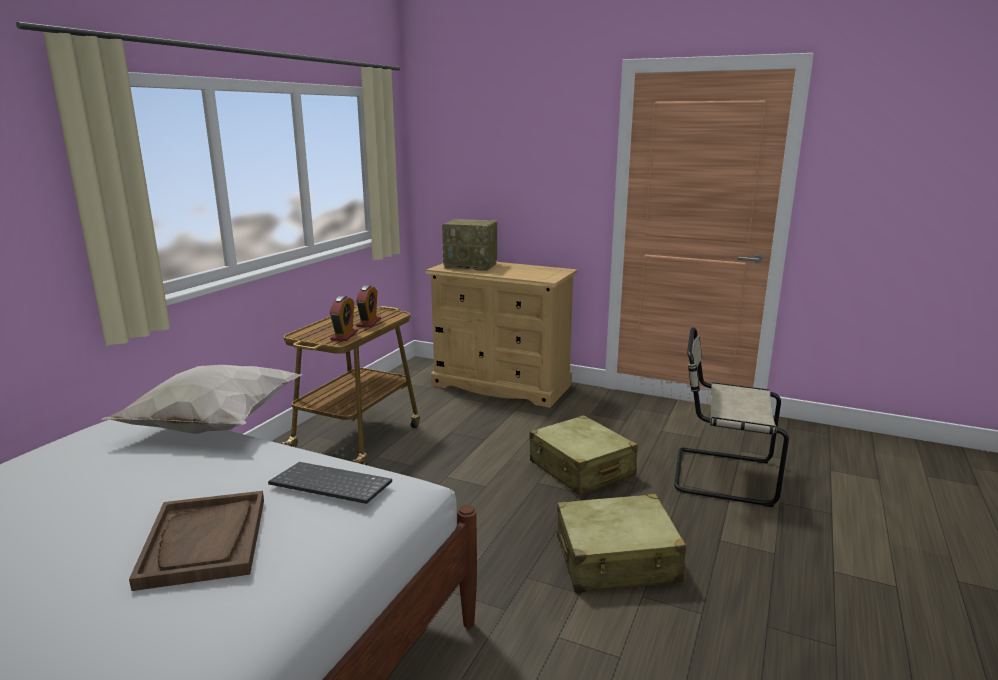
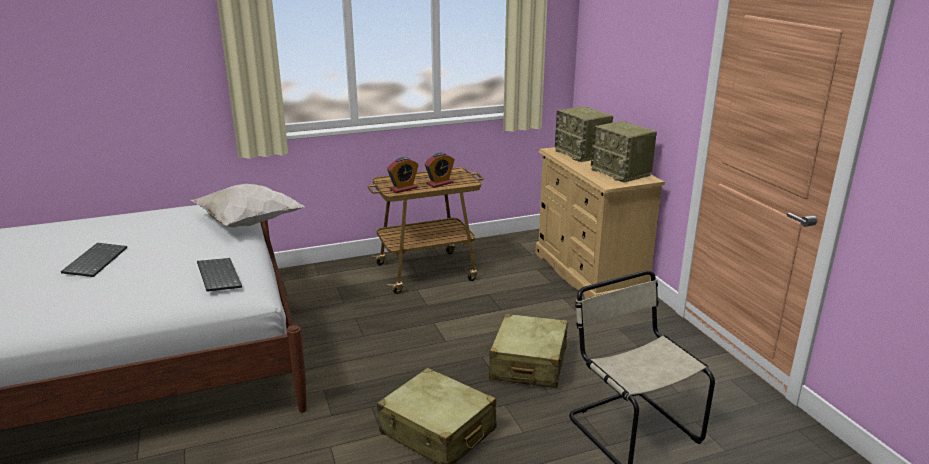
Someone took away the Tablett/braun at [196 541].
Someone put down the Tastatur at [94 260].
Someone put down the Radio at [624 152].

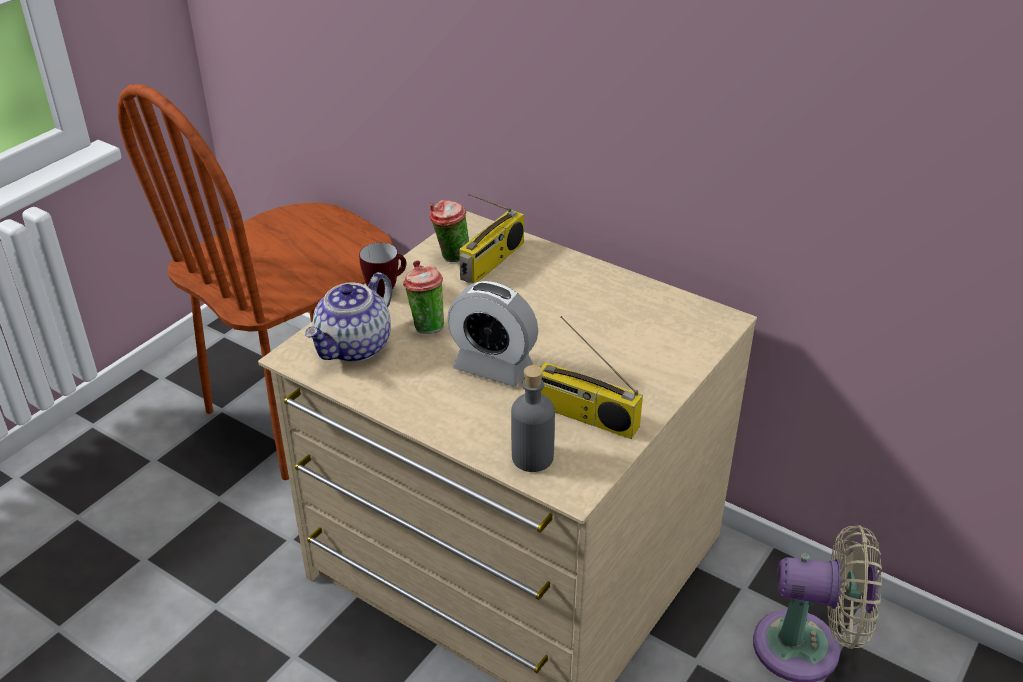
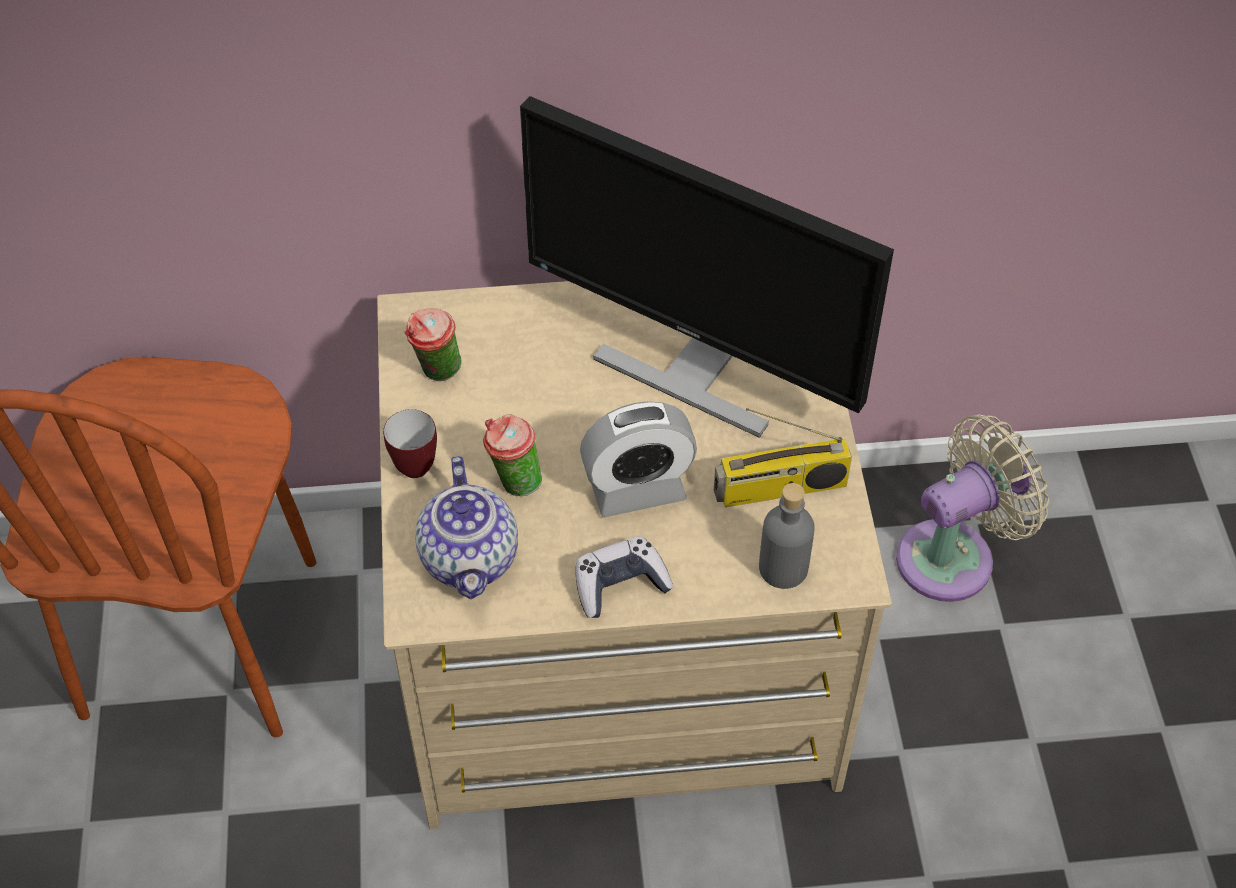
Someone took away the Radio at [491 239].
Someone put down the Monitor at [707 267].
Someone put down the Gamepad at [624 577].

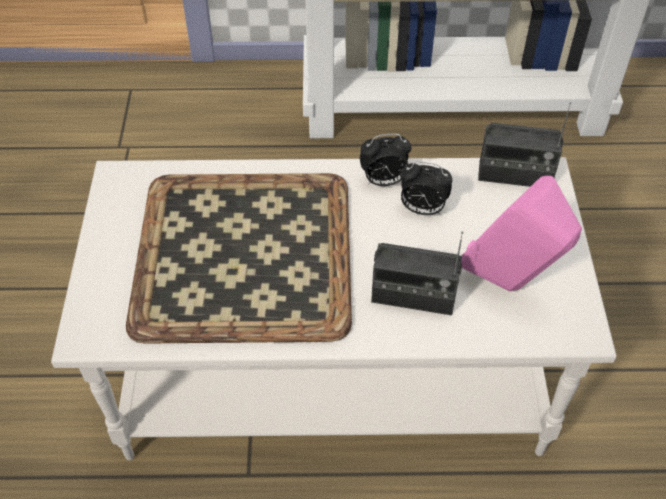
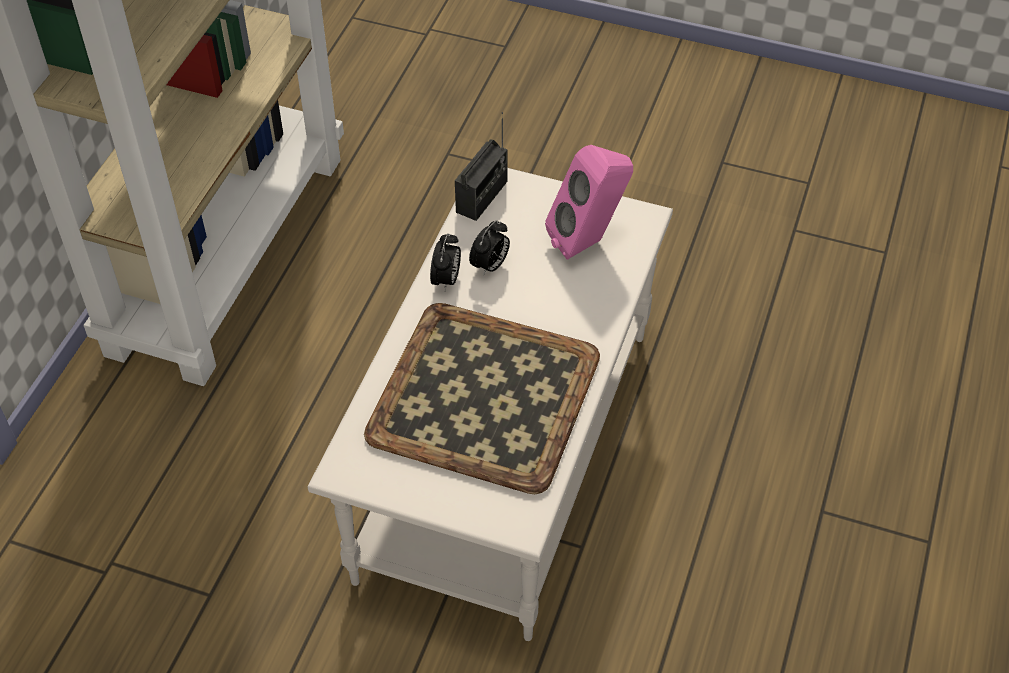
Someone took away the Radio at [417 273].

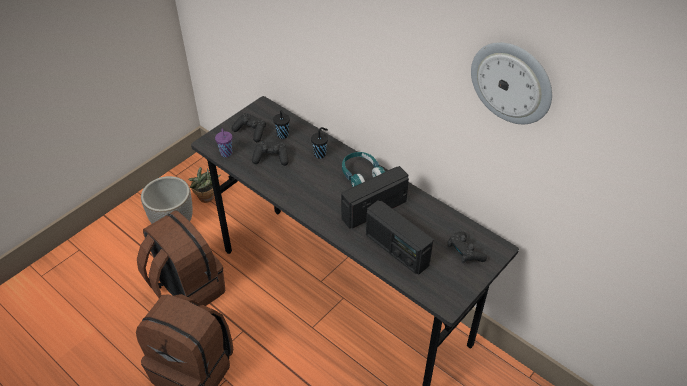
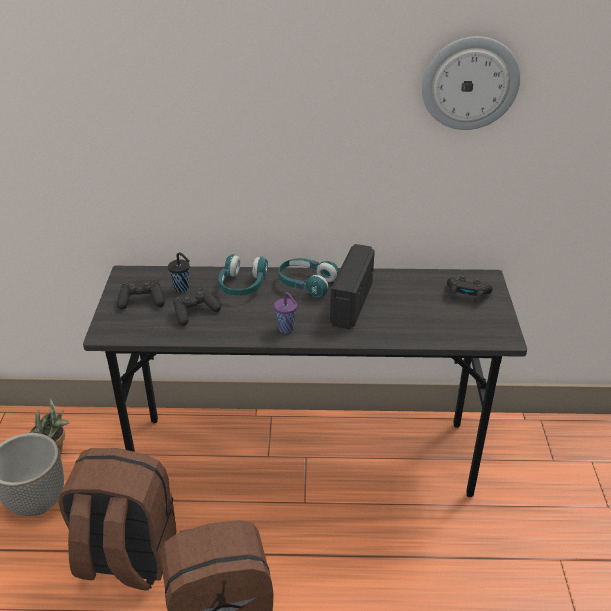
Someone carried the Tasse/lila from [223 142] to [285 312].
Someone swapped the Tasse/schwarz at [319 143] for the Kopfhörer/türkis at [243 275].
Someone took away the Radio at [399 237].

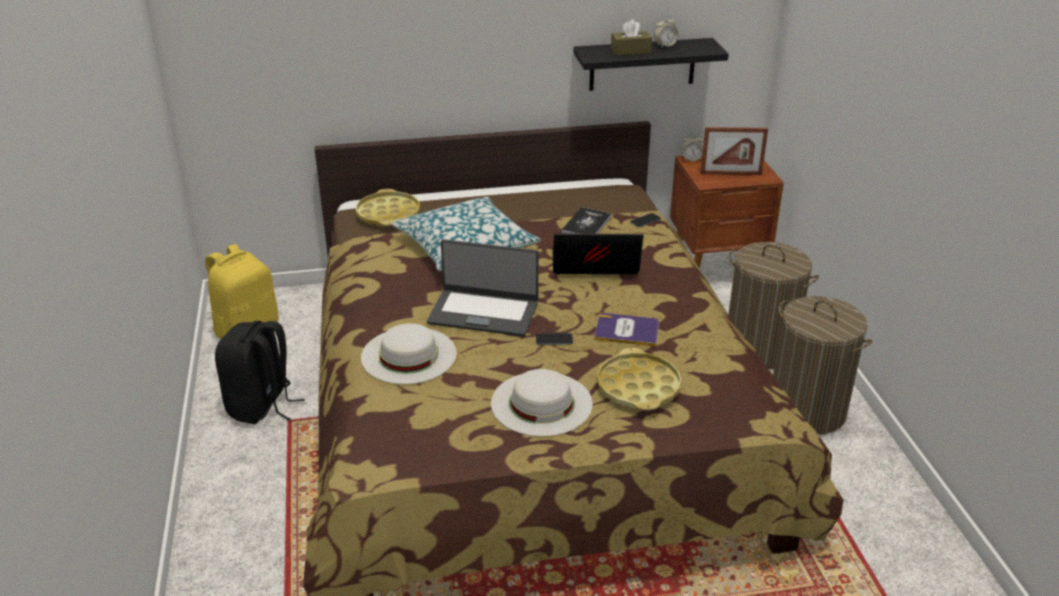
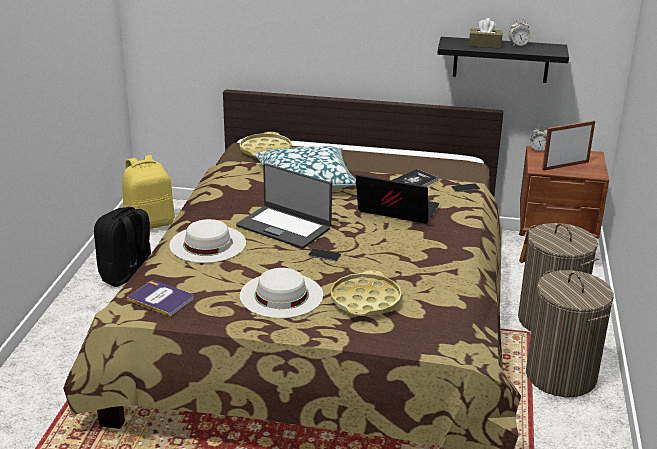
Someone carried the Buch from [626 330] to [160 298].
Someone rotated the Bilderrahmen at [734 151] by 135 degrees clockwise.

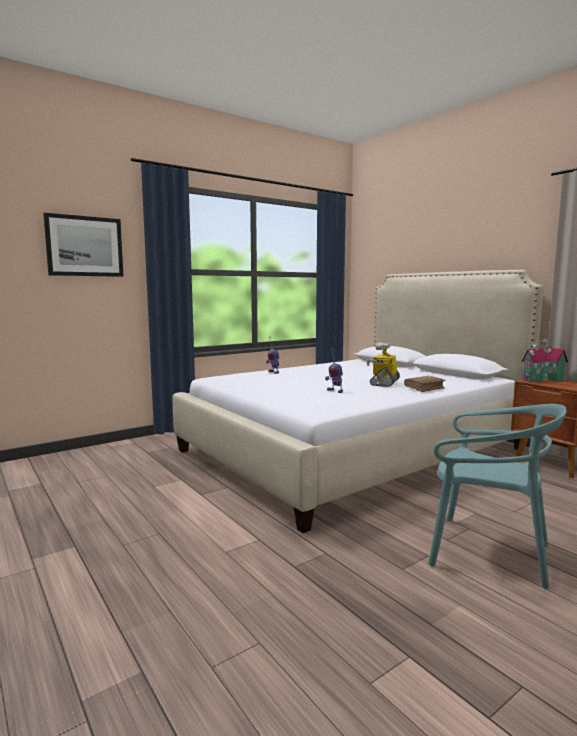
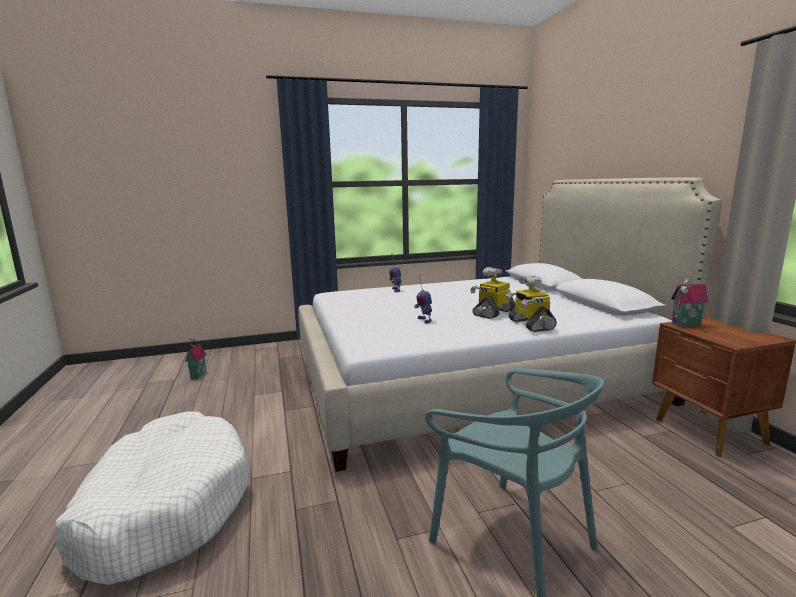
Someone took away the Bild at [83 245].
Someone swapped the Buch/braun at [425 384] for the Spielzeugroboter at [531 304].
Someone carried the Spielzeughaus from [554 360] to [196 358].
Someone put down the Hundebett/weiß at [152 498].

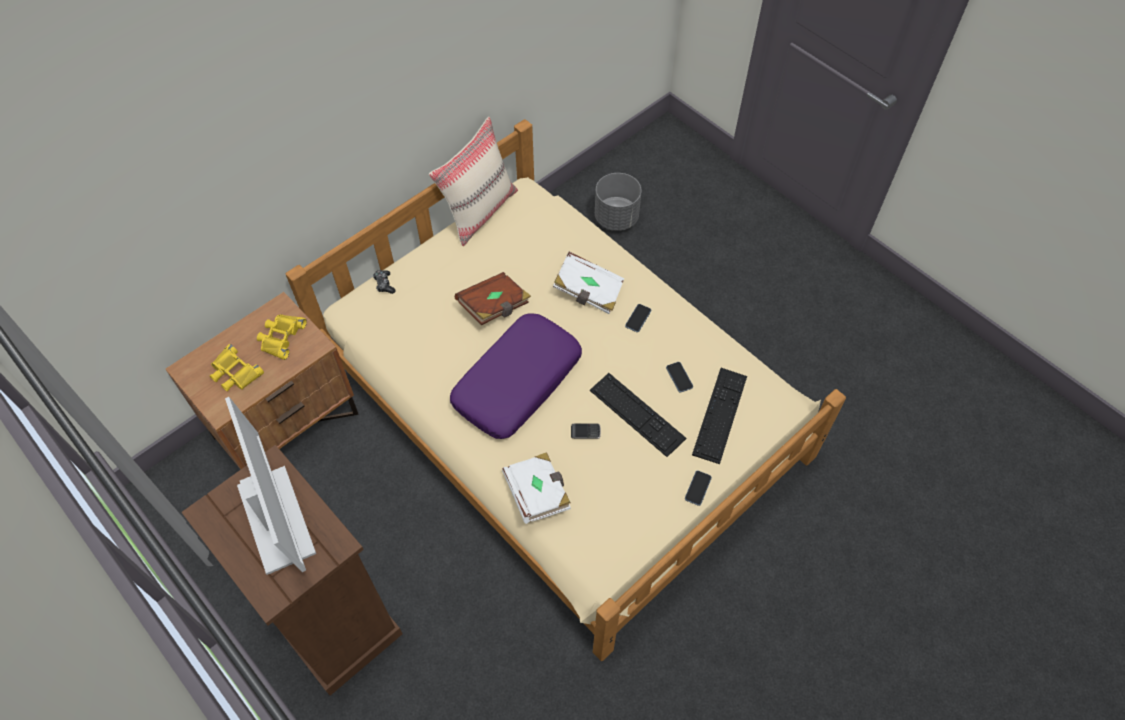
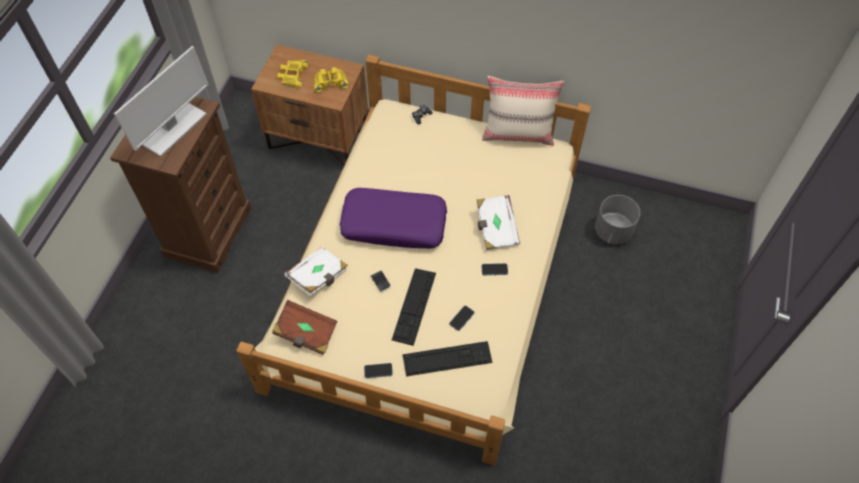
Someone carried the Buch/braun from [493 298] to [304 327].

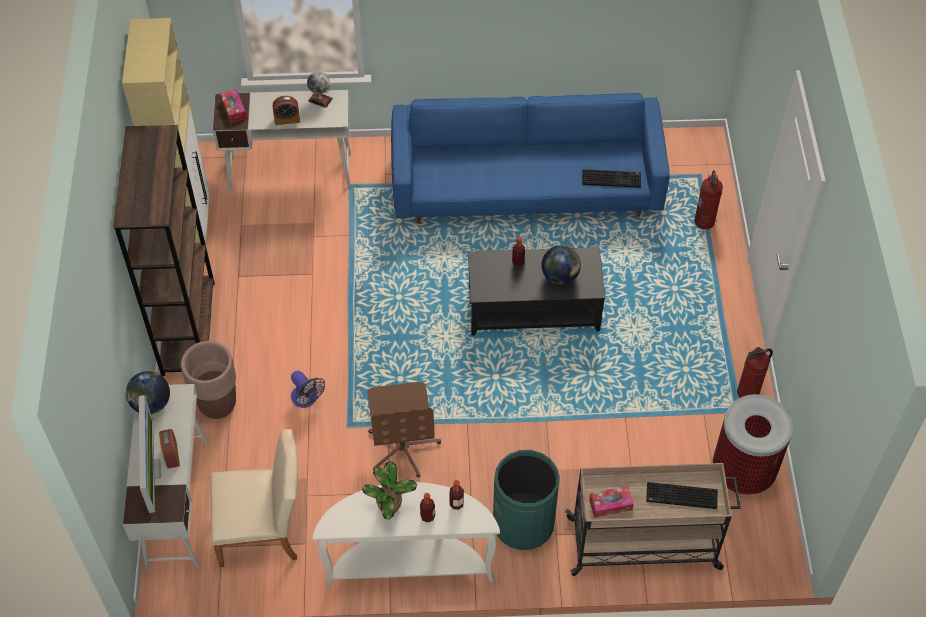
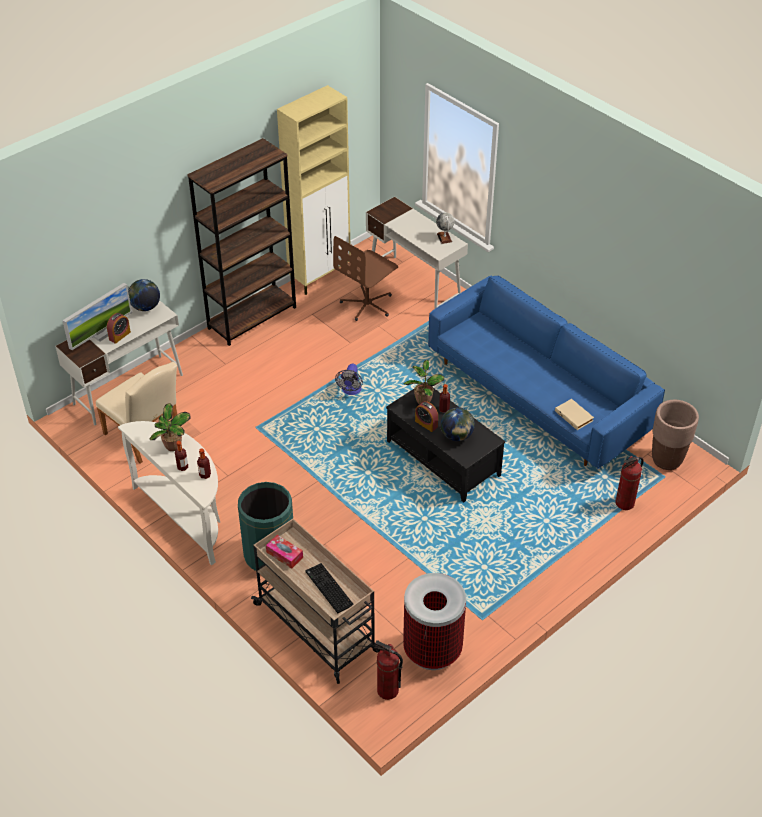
Someone carried the Pflanzkübel/braun from [208 380] to [675 435].
Someone took away the Taschentuchbox at [233 106].
Someone carried the Wecker from [286 110] to [426 416].
Someone carried the Ventilator from [308 389] to [349 379].
Someone carried the Bürostuhl/braun from [404 430] to [365 278].
Someone swapped the Tastatur at [611 178] for the Buch/beige at [574 414].
Someone carried the Feuerlöscher from [755 372] to [389 670].
Someone put down the Topfpflanze at [424 382].

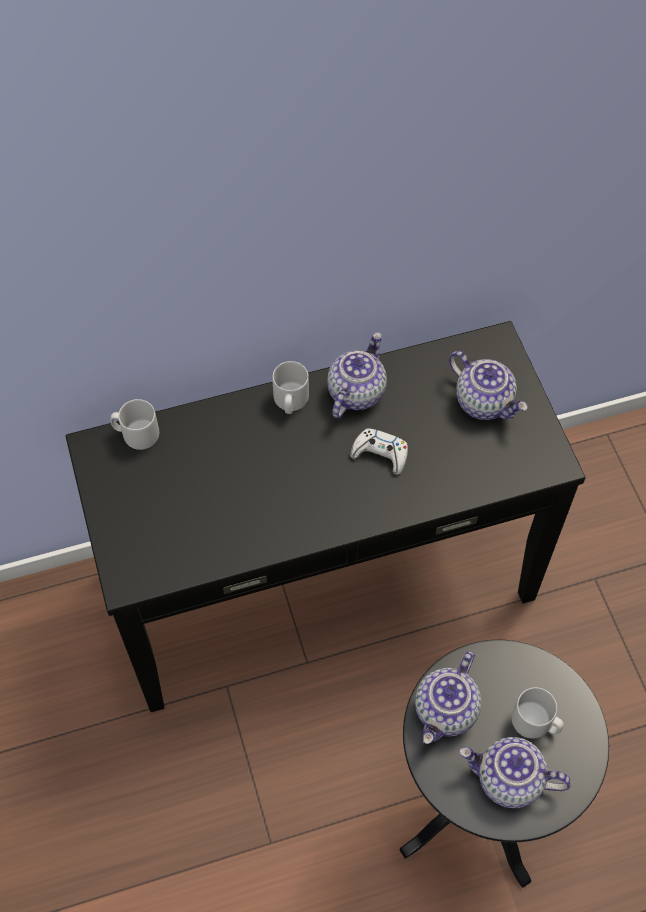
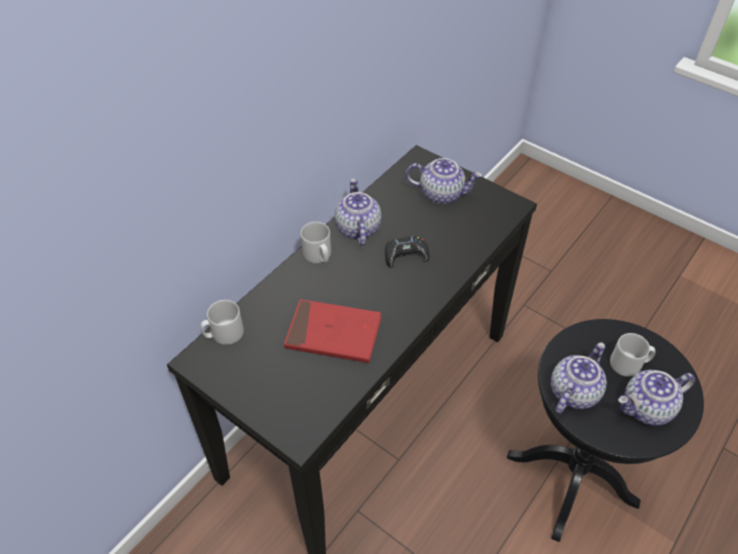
Someone repainted the Gamepad/weiß at [379 451], which became the Gamepad/schwarz at [407 251].
Someone rotated the Teekanne at [448 697] by 135 degrees counterclockwise.
Someone put down the Buch/rot at [332 331].

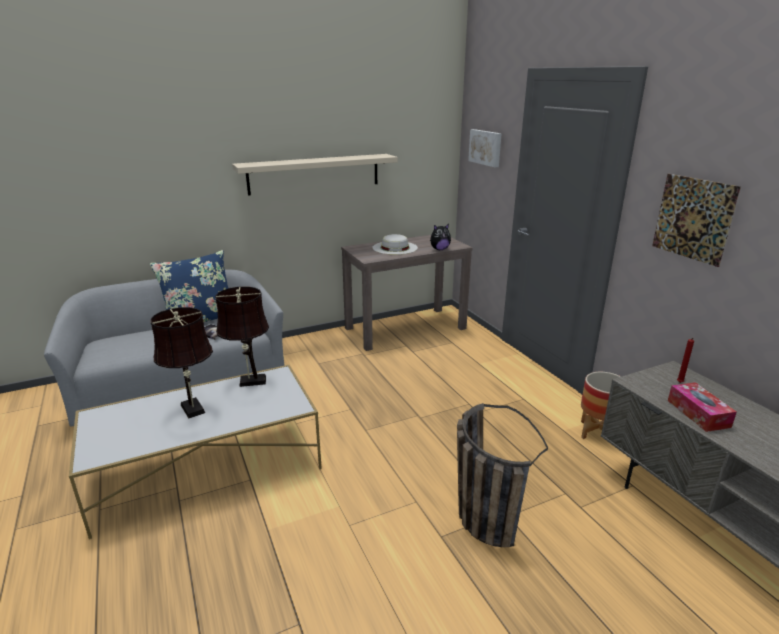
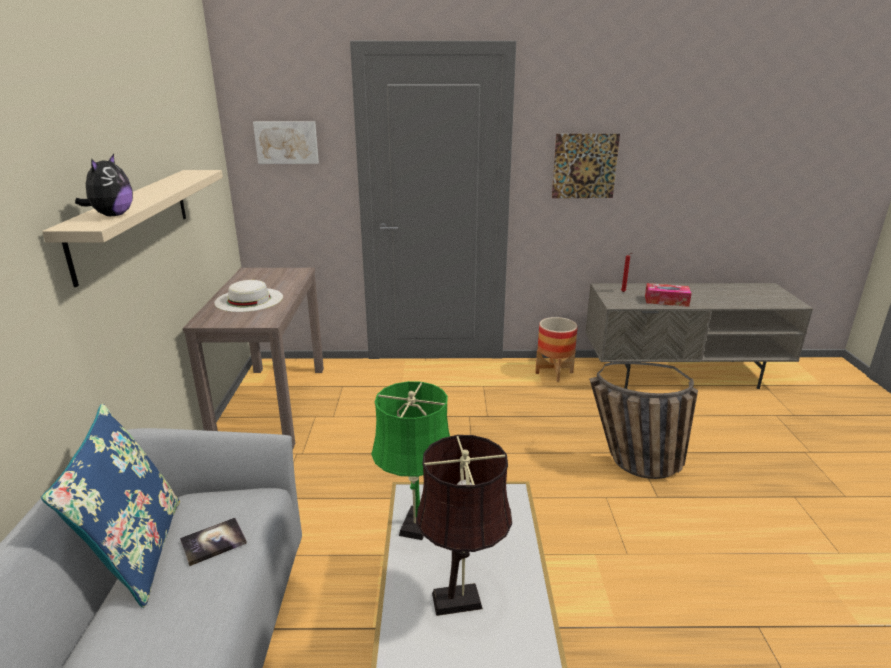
Someone repainted the Tischlampe/braun at [242 336], which became the Tischlampe/grün at [410 460].
Someone carried the Plüschtier from [440 237] to [104 185].

